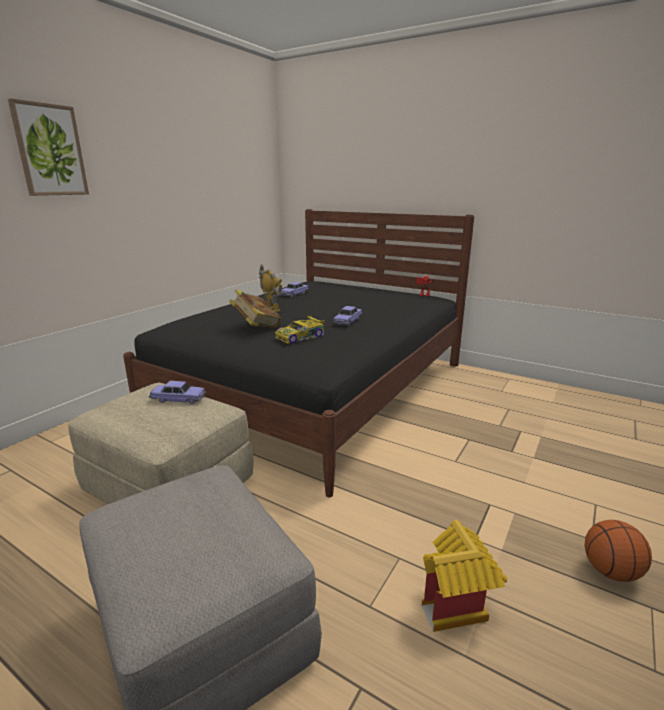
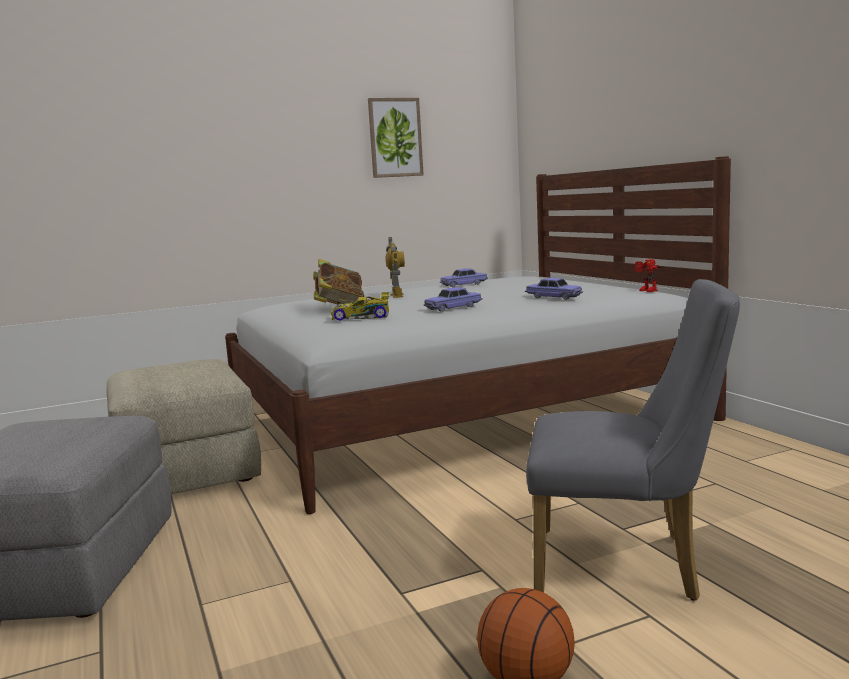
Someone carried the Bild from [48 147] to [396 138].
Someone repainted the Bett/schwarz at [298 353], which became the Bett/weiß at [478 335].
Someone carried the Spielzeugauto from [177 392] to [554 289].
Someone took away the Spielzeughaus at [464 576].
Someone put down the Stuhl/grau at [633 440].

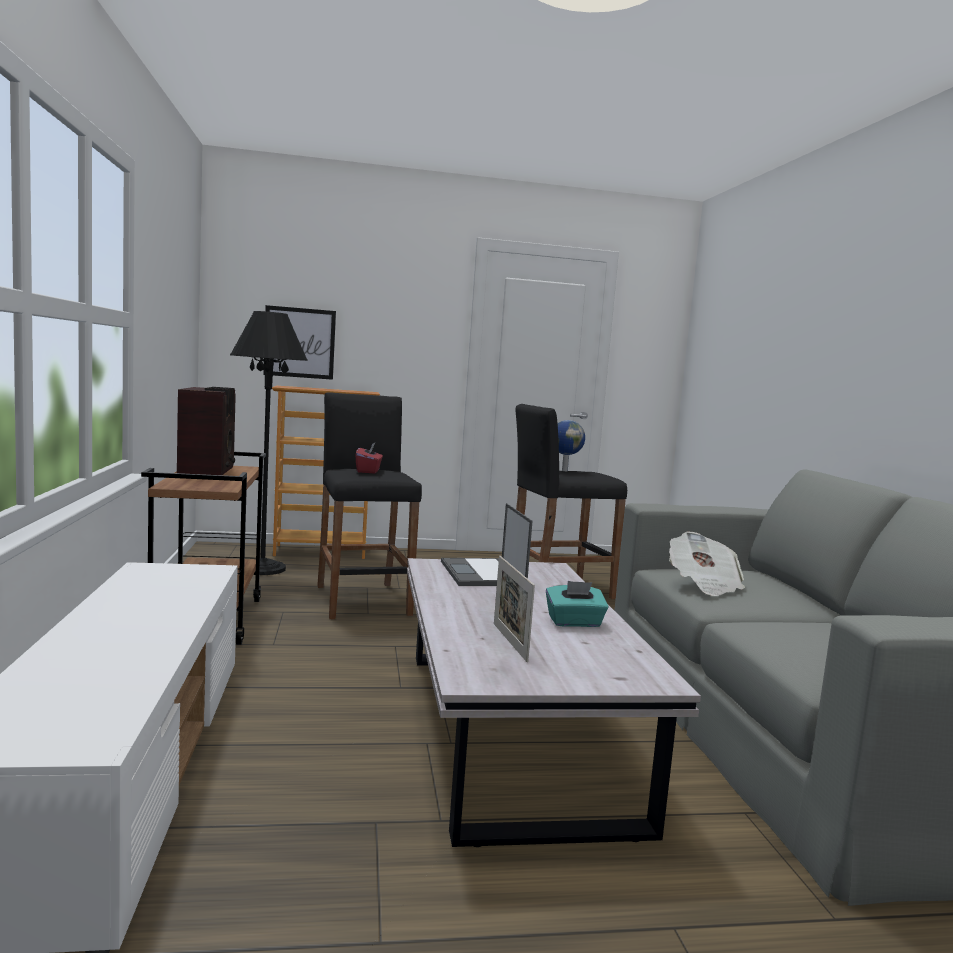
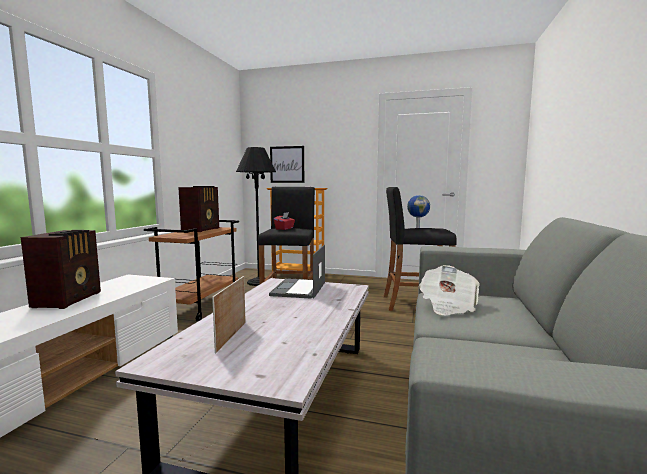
Someone took away the Taschentuchbox/türkis at [577 604].
Someone put down the Radio at [61 269].

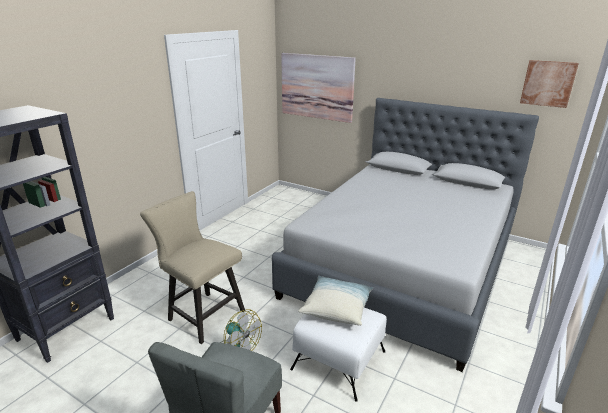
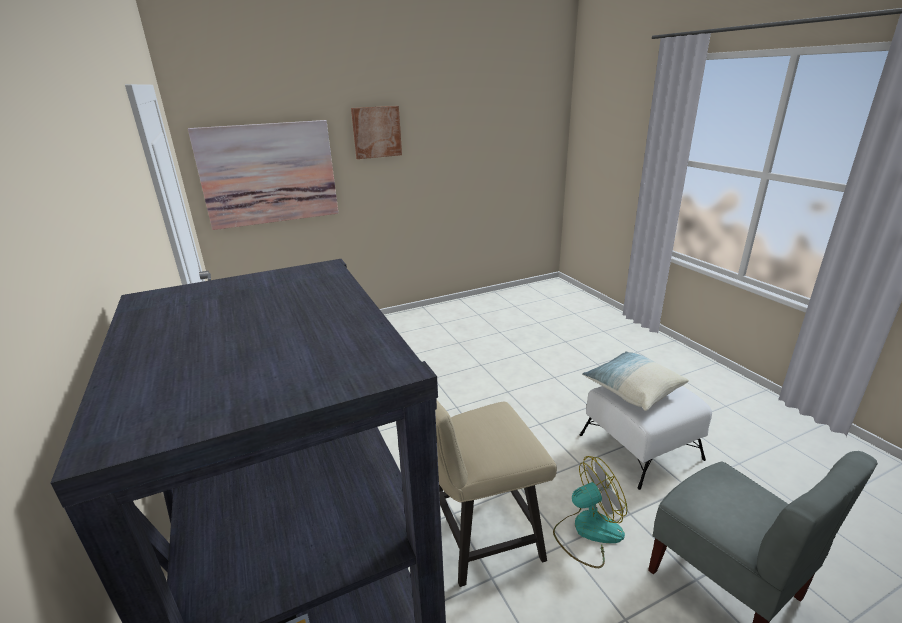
Someone took away the Bett/grau at [405 235].
Someone carried the Bild from [549 84] to [376 132].

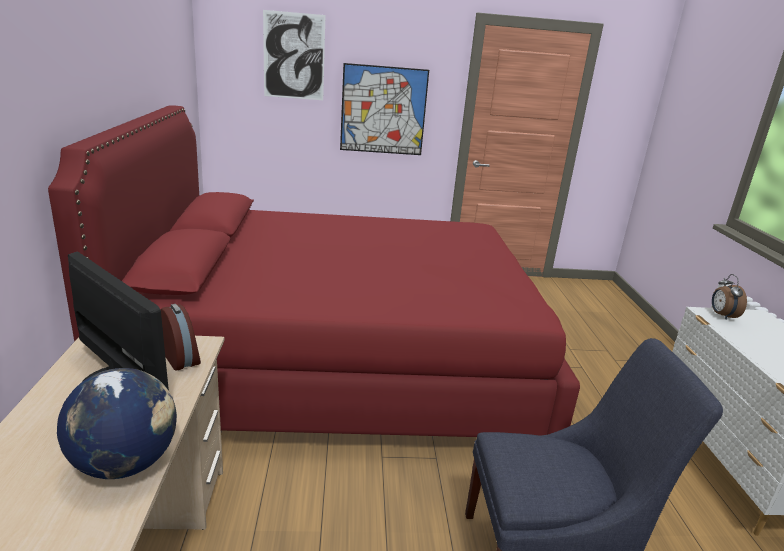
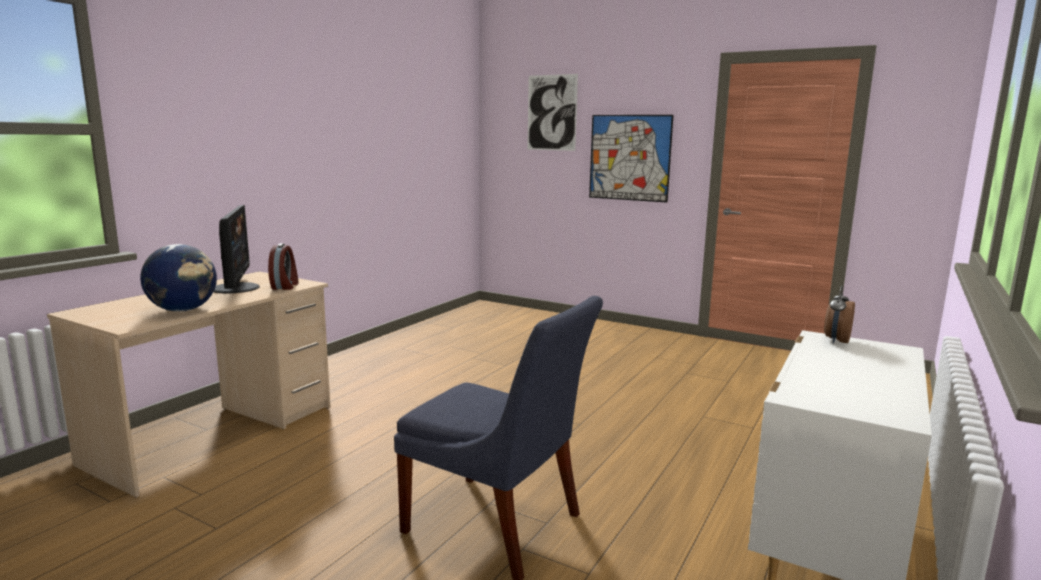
Someone took away the Bett/rot at [314 271].

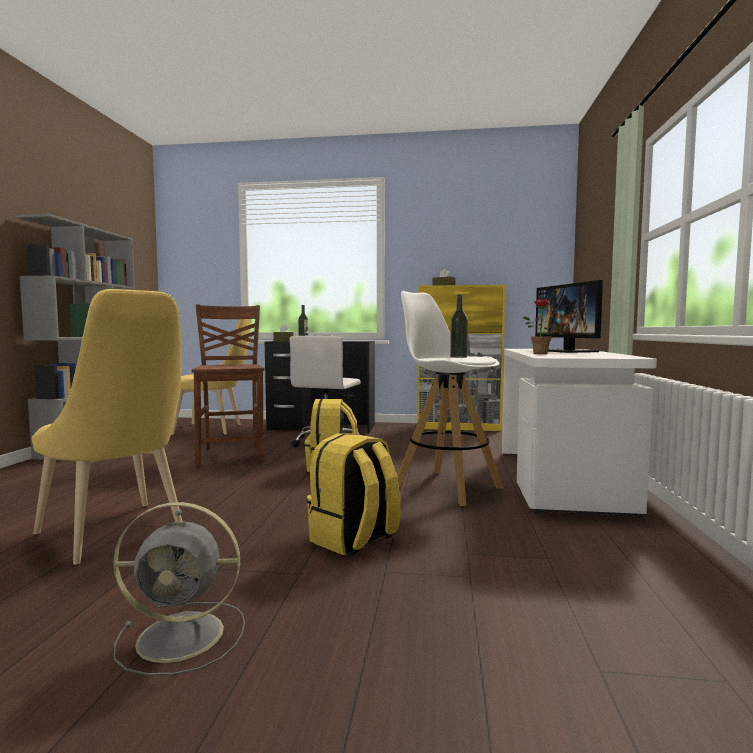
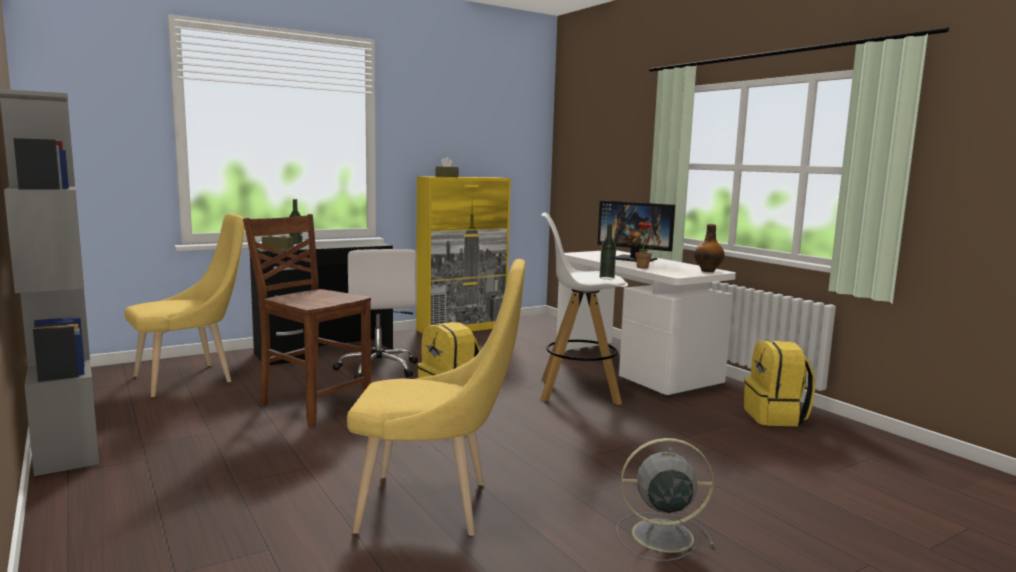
Someone rotated the Ventilator/grau at [179 588] by 135 degrees counterclockwise.
Someone carried the Rucksack/gelb from [354 494] to [779 383].
Someone put down the Flasche at [709 248].

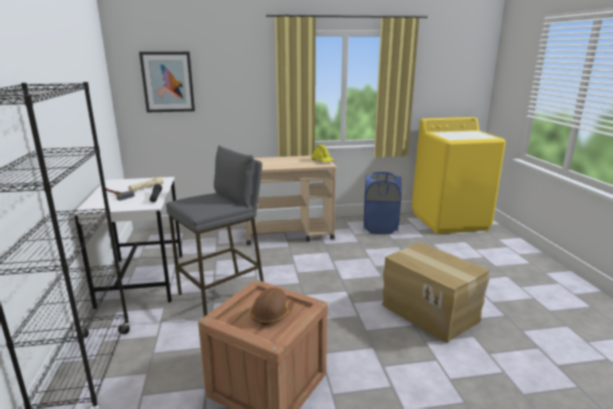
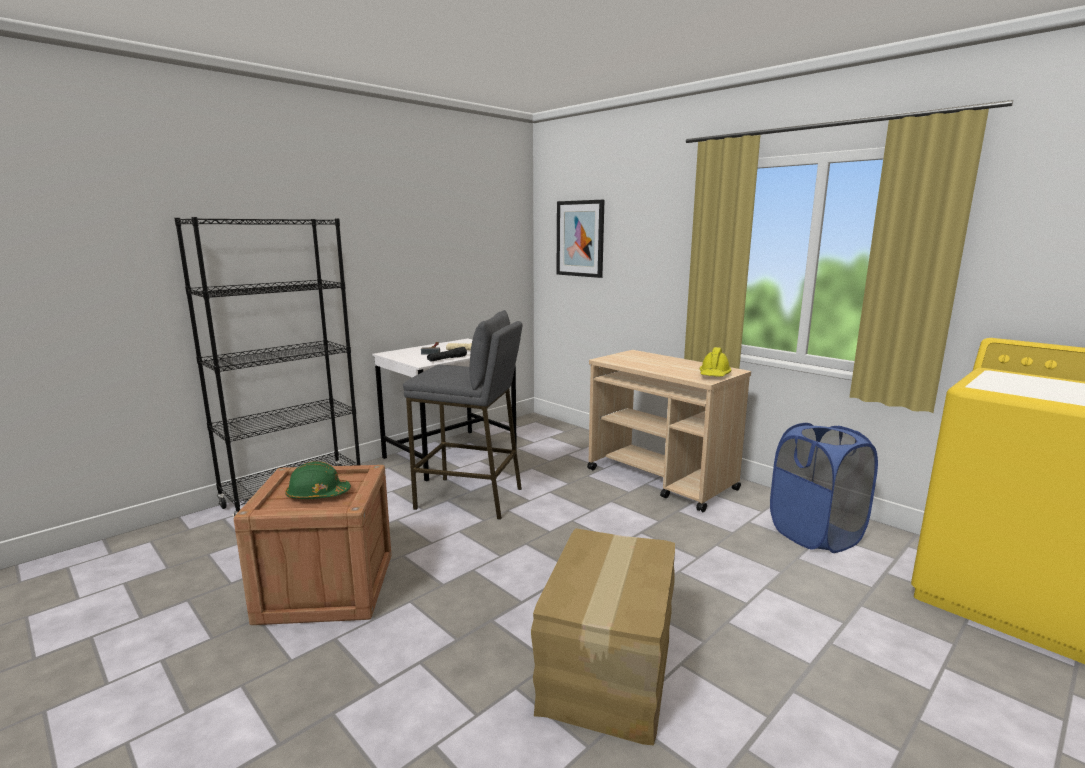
Someone repainted the Schutzhelm/braun at [272 306], which became the Schutzhelm/grün at [318 480].

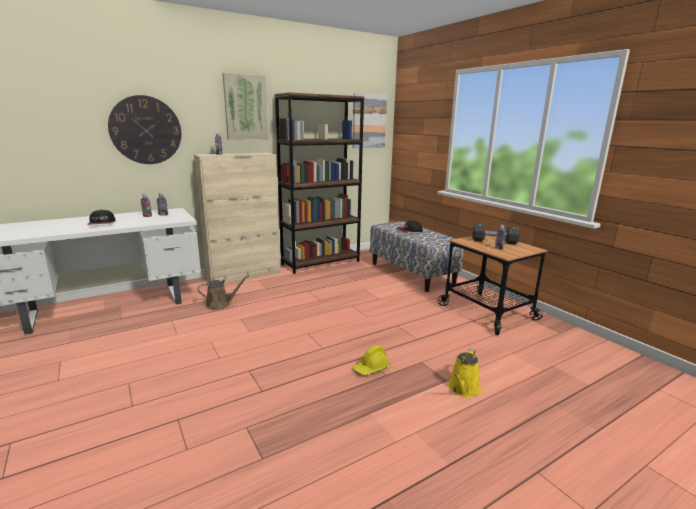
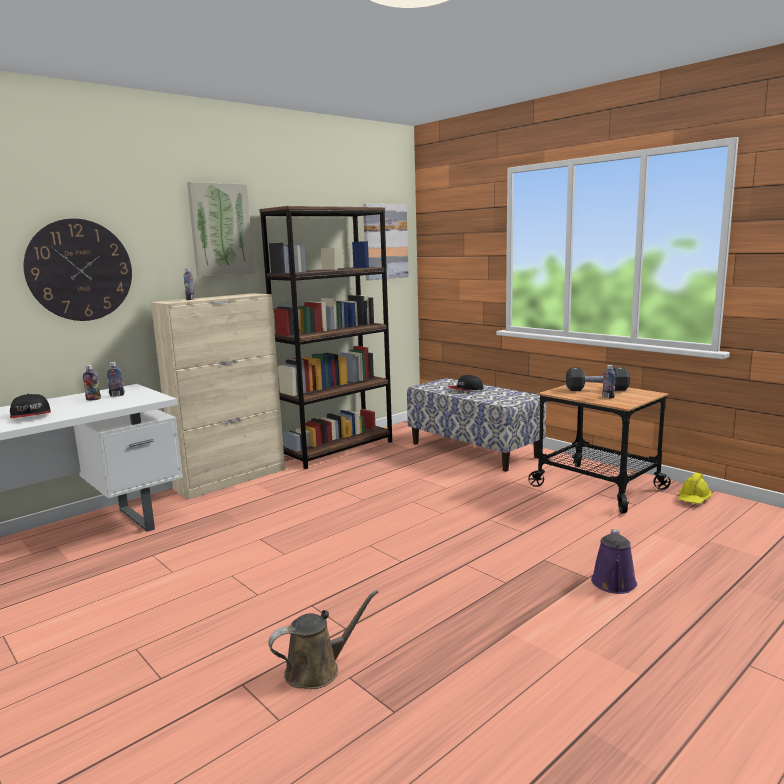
Someone carried the Gießkanne/braun from [223 292] to [323 639].
Someone carried the Schutzhelm/gelb from [371 360] to [694 488].
Someone repainted the Gießkanne/gelb at [464 373], which became the Gießkanne/lila at [614 561].

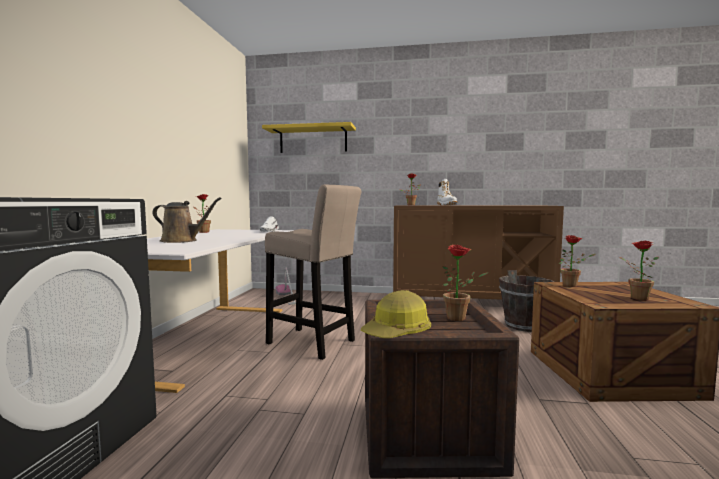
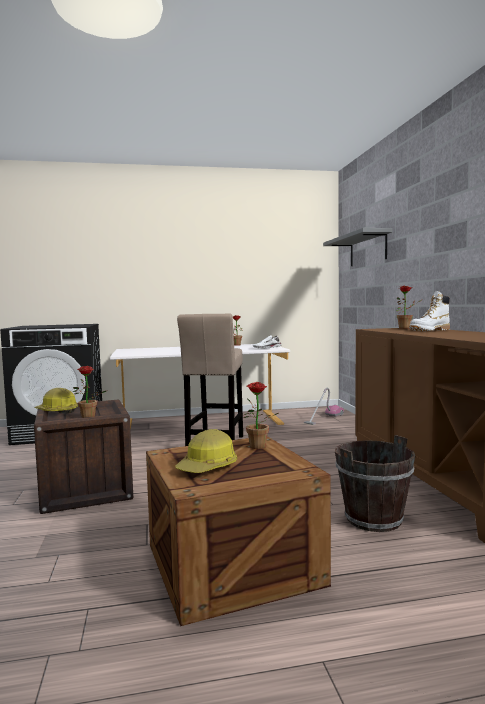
Someone took away the Gießkanne/braun at [187 220].
Someone repainted the Wandregal/gelb at [309 137], which became the Wandregal/grau at [358 247].
Someone swapped the Topfpflanze at [638 270] for the Schutzhelm at [206 451].

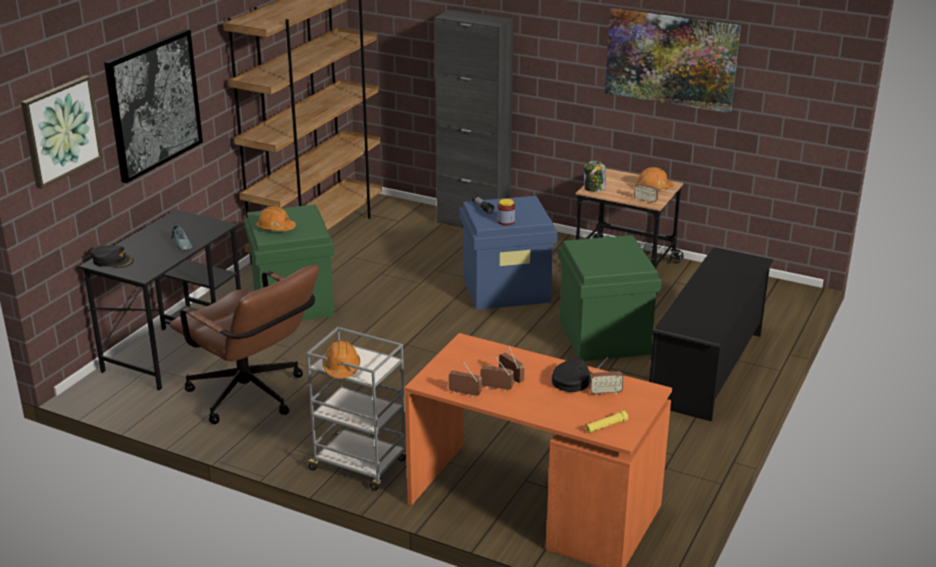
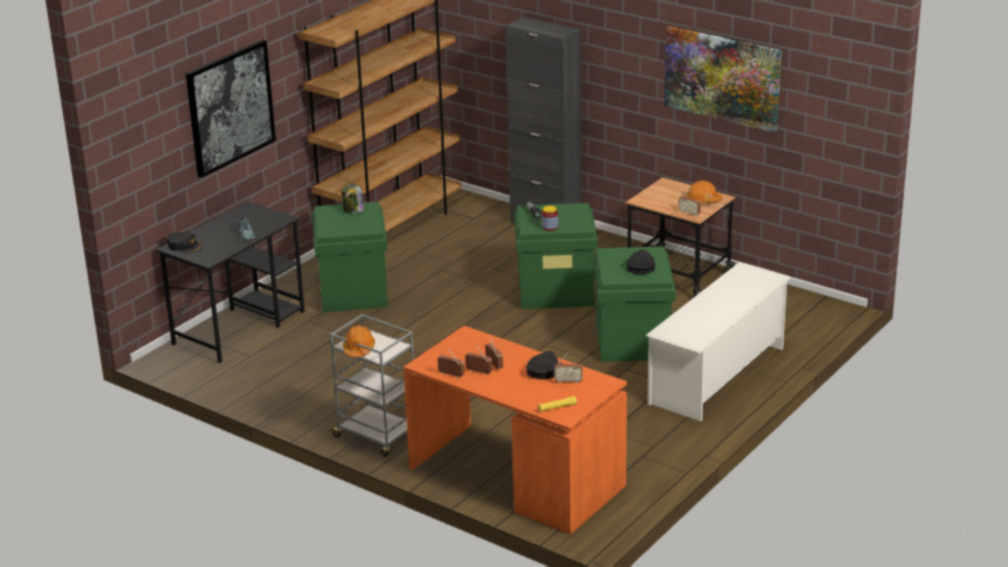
Someone took away the Bild at [62 132].
Someone took away the Bürostuhl/braun at [244 344].
Someone took away the Schutzhelm/orange at [276 218].
Someone repainted the Aufbewahrungsbox/blau at [509 253], which became the Aufbewahrungsbox/grün at [556 256].
Someone carried the Vorratsglas from [595 176] to [352 198].
Someone repainted the Schuhregal/schwarz at [711 334], which became the Schuhregal/weiß at [718 341].
Someone put down the Kappe/schwarz at [641 262].

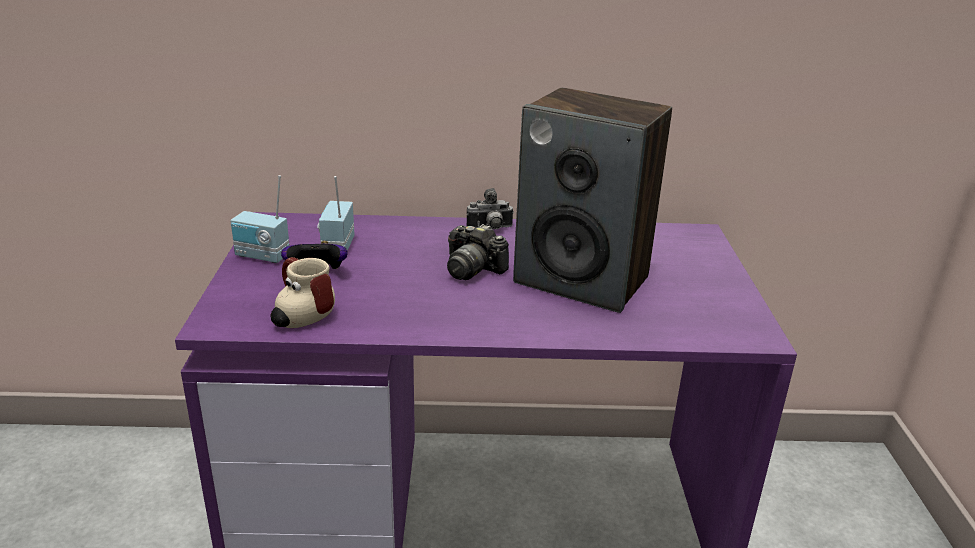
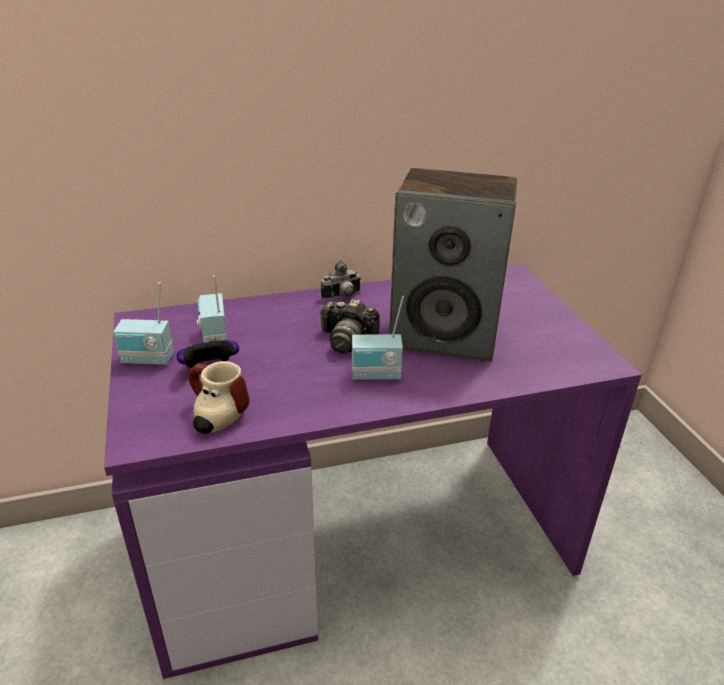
Someone put down the Radio at [378 338].

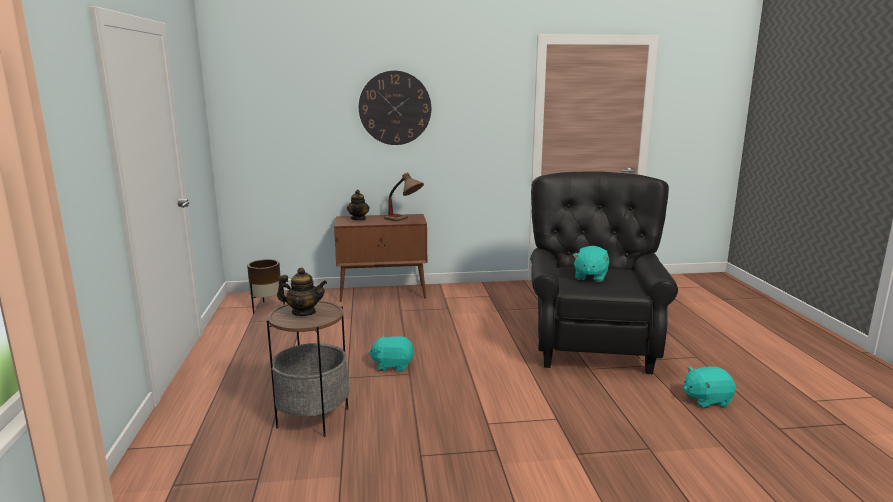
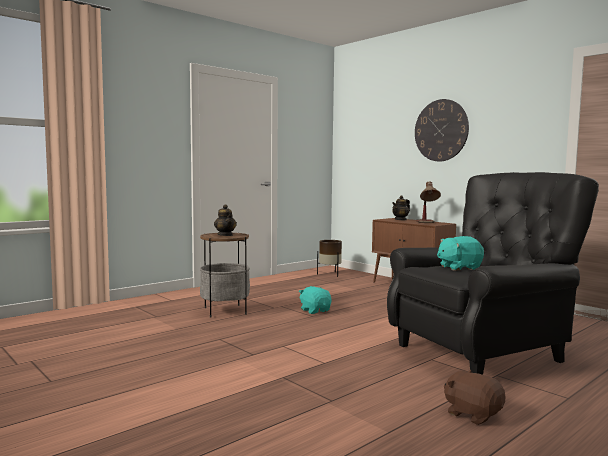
Someone repainted the Plüschtier/türkis at [710 387], which became the Plüschtier/braun at [474 397].

